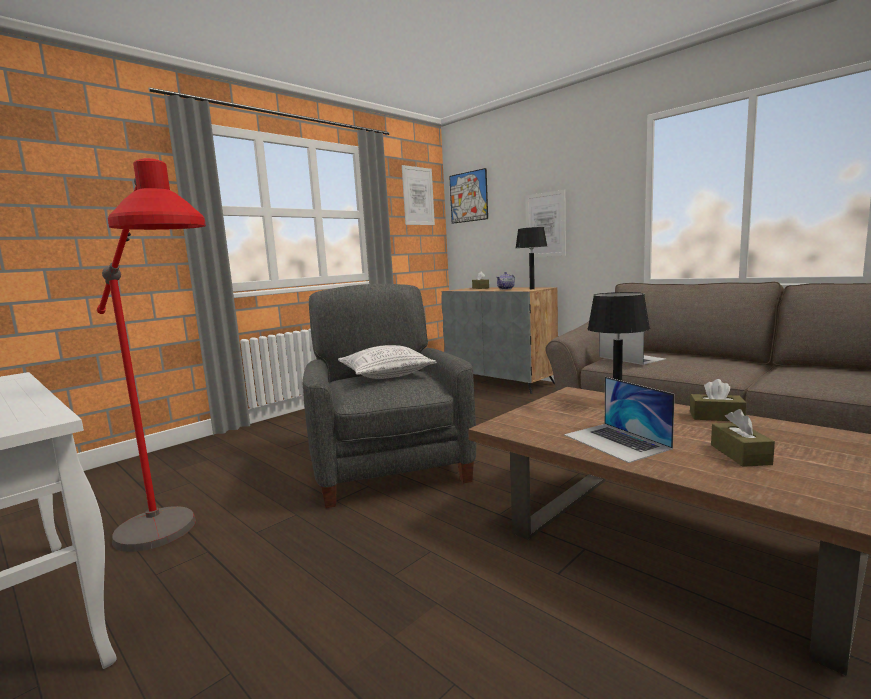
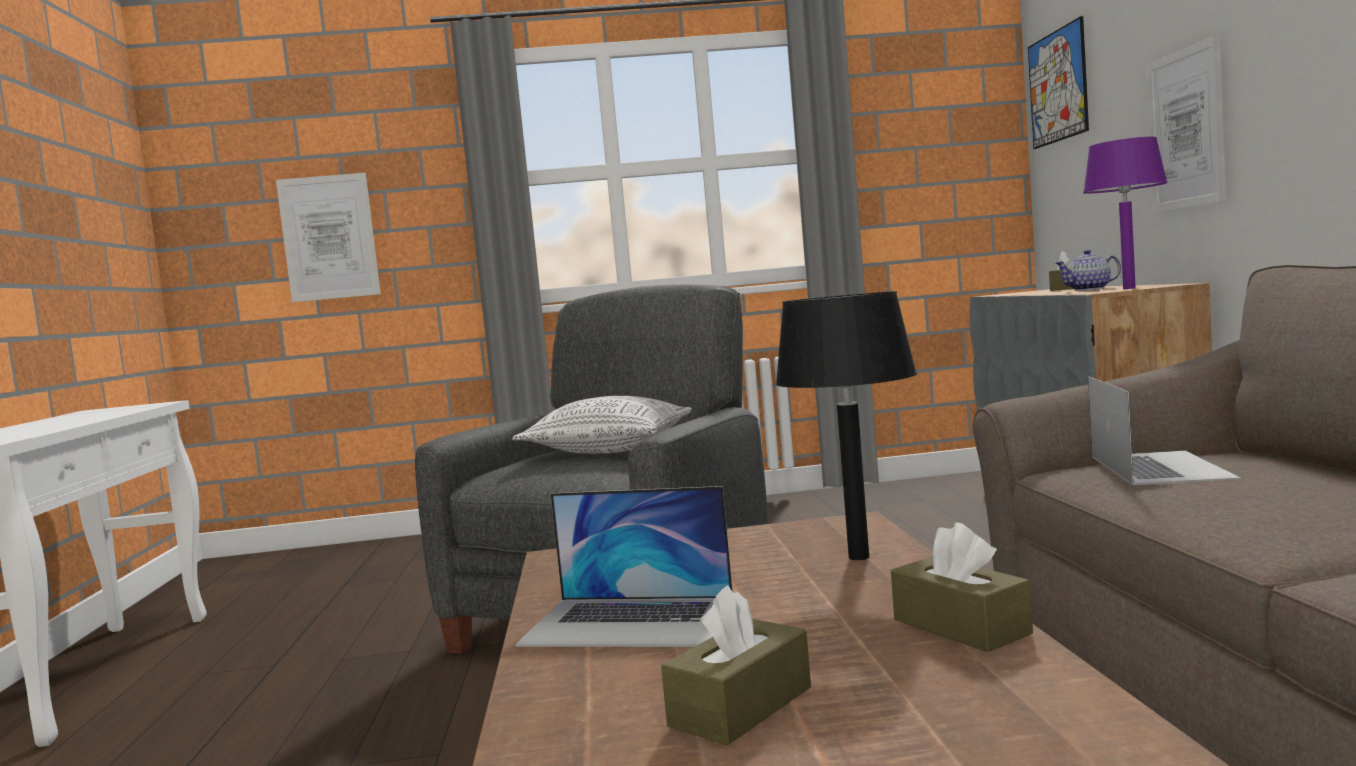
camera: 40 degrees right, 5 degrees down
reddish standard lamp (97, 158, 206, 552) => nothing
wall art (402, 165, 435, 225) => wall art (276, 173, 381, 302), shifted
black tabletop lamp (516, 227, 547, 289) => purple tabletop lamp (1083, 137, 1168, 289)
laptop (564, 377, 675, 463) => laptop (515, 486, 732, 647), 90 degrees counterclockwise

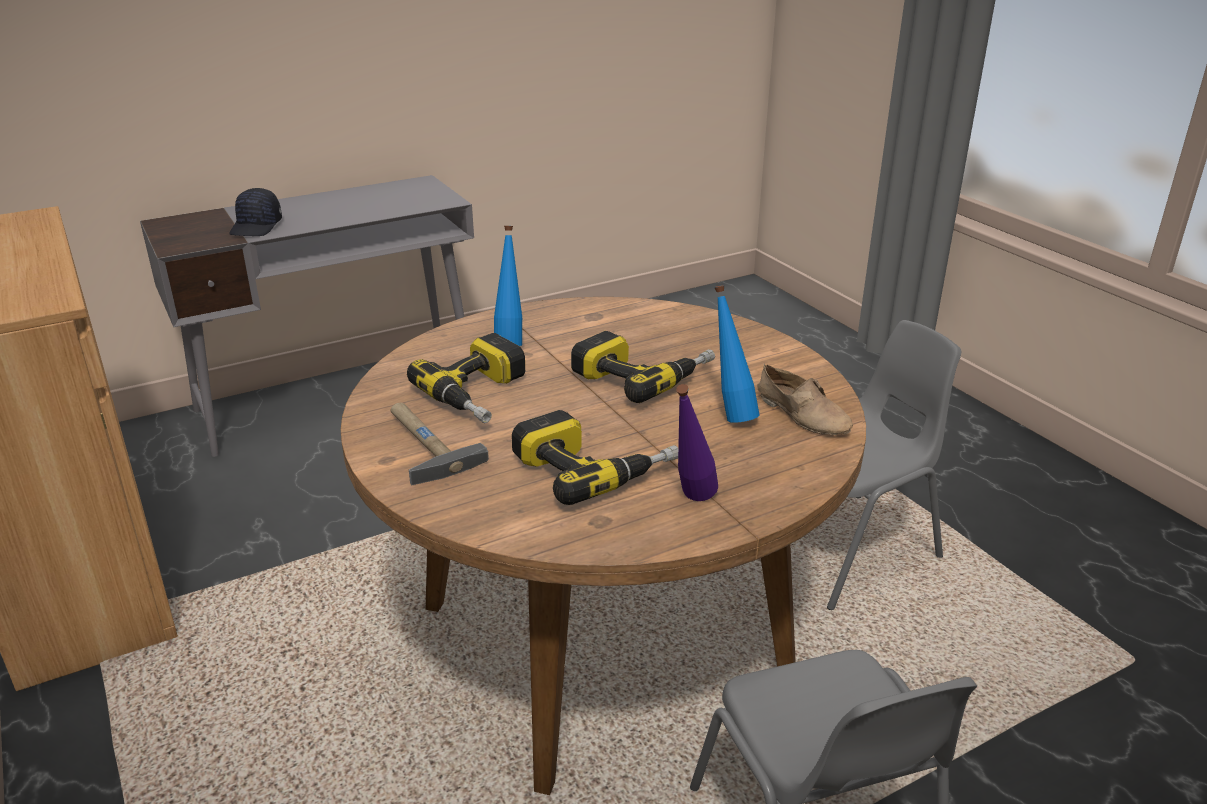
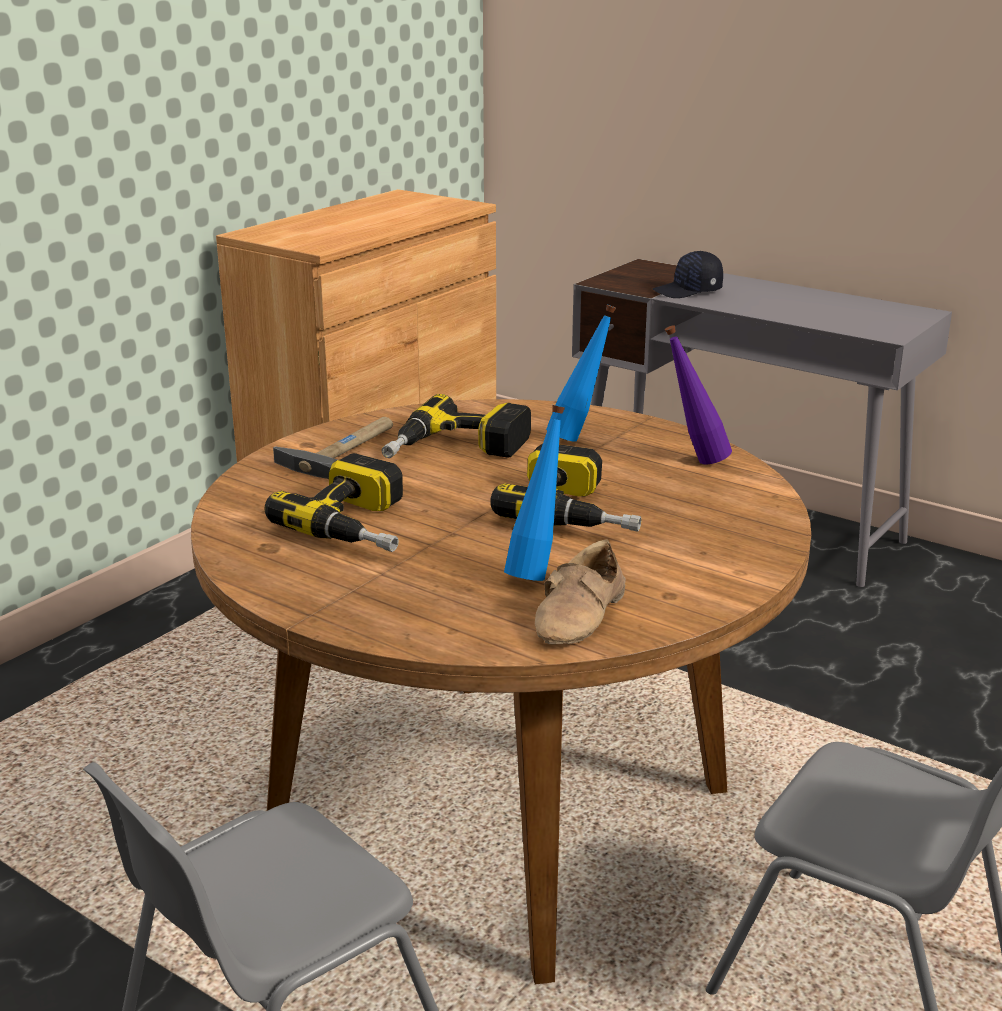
camera: 65 degrees right, 5 degrees down
purple bottle (676, 384, 718, 501) => purple bottle (665, 325, 732, 465), shifted

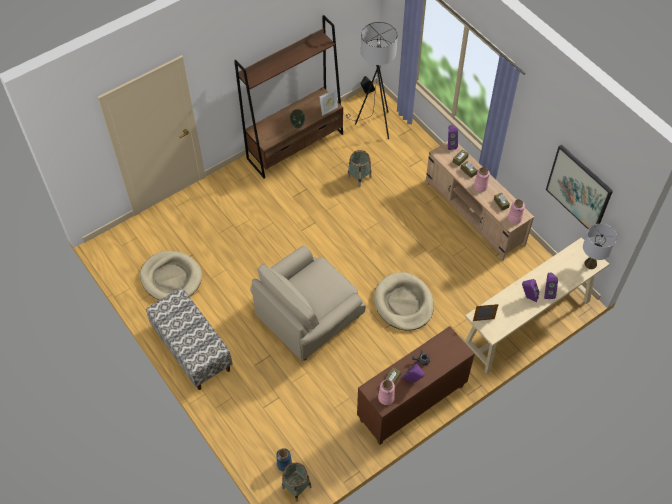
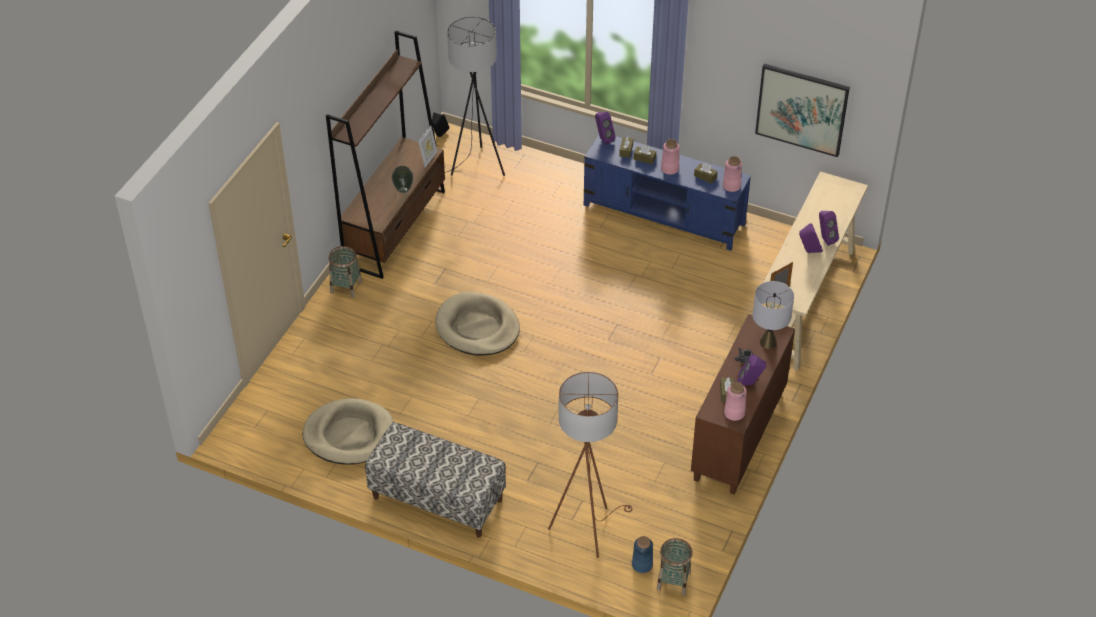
camera: 30 degrees left, 10 degrees down
sand-coloured lounge chair (250, 245, 366, 361) => nothing
nothing => brownish standard lamp (548, 372, 633, 558)
basket (347, 150, 372, 187) => basket (329, 246, 362, 298), shifted
sand-coloured pet bed (374, 272, 434, 331) => sand-coloured pet bed (435, 292, 520, 356), shifted
gray tabletop lamp (583, 224, 617, 269) => gray tabletop lamp (753, 281, 794, 349), shifted
sand-coloured tv stand (425, 141, 534, 261) => bluish tv stand (584, 135, 751, 251)

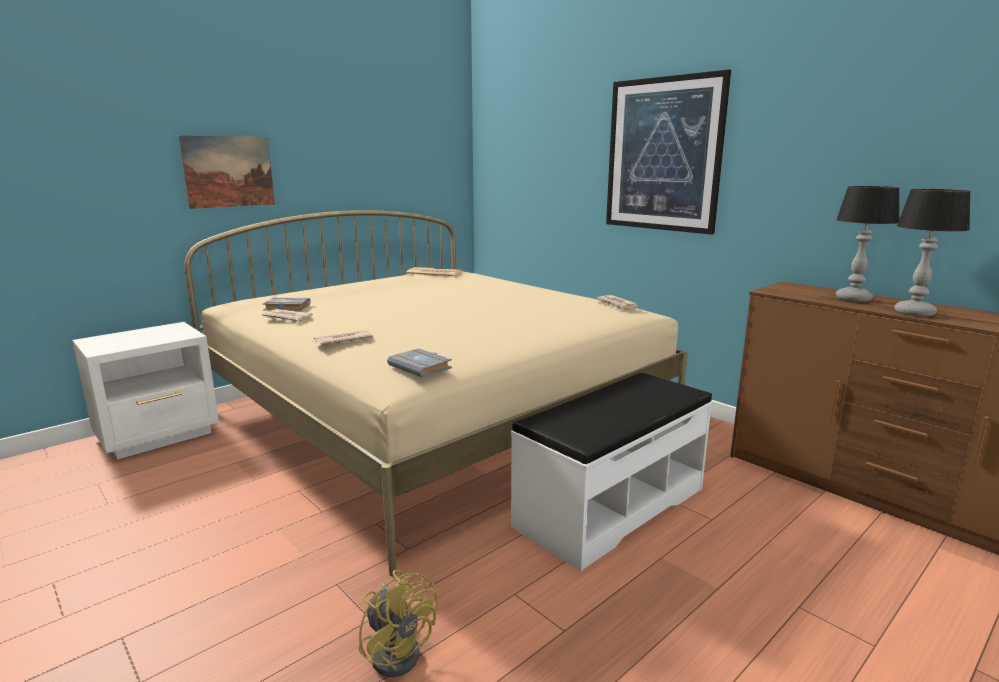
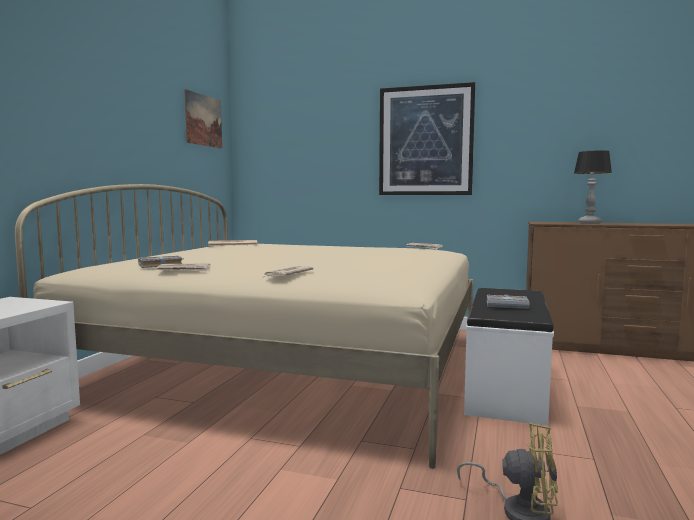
camera: 30 degrees left, 10 degrees down
tabletop lamp (894, 189, 971, 317) => nothing
wall art (179, 135, 275, 209) => wall art (184, 89, 222, 149), shifted
gray volume (387, 348, 452, 378) => gray volume (487, 295, 530, 309), shifted

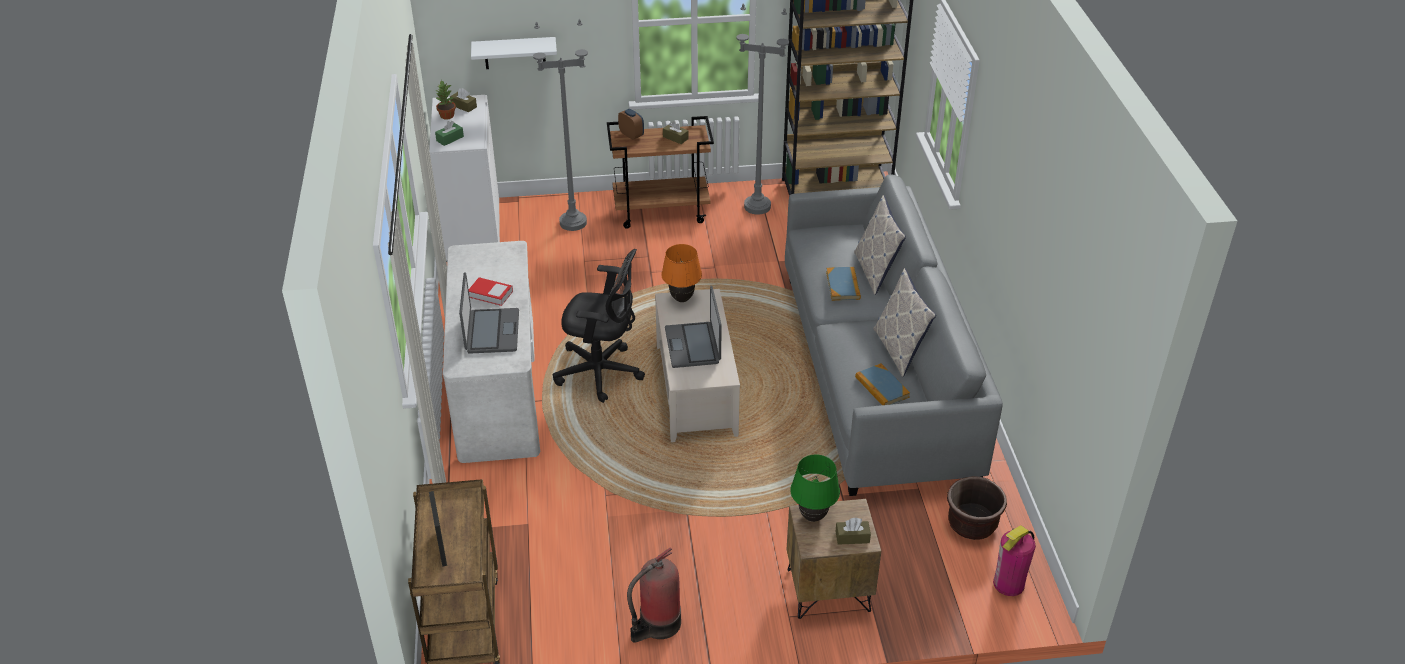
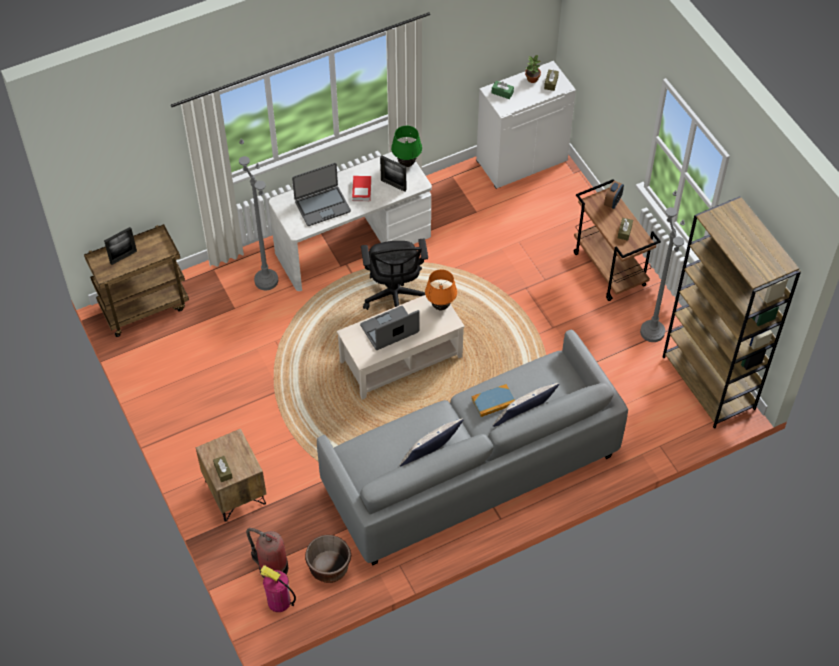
camera: 70 degrees right, 15 degrees up
white bracket shelf (471, 37, 557, 69) => nothing
volume (855, 363, 910, 405) => nothing
nothing => photo frame (380, 156, 406, 192)
gray standard lamp (533, 19, 588, 231) => gray standard lamp (239, 139, 278, 290), shifted
fire extinguisher (627, 547, 681, 643) => fire extinguisher (246, 528, 288, 578), shifted
green tabletop lamp (790, 454, 840, 522) => green tabletop lamp (391, 126, 422, 167), shifted

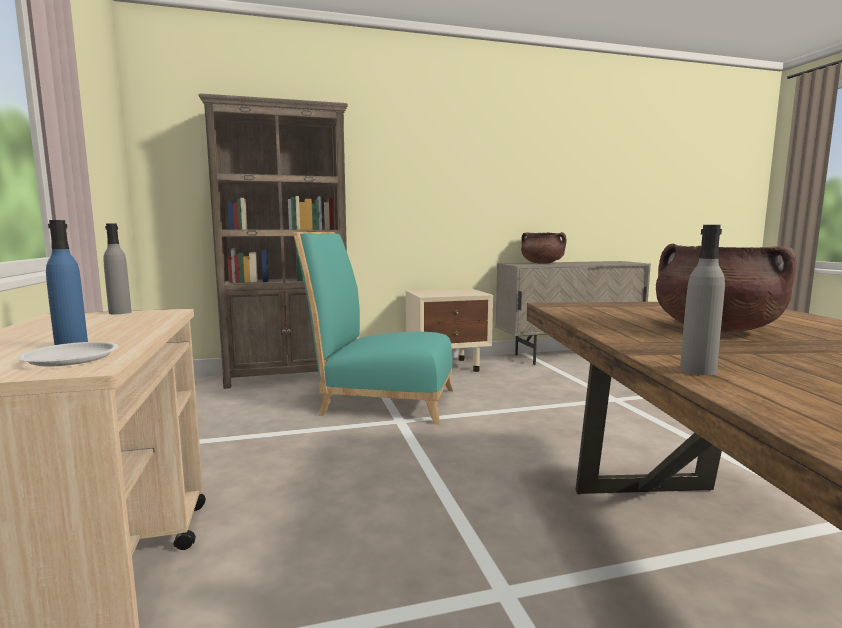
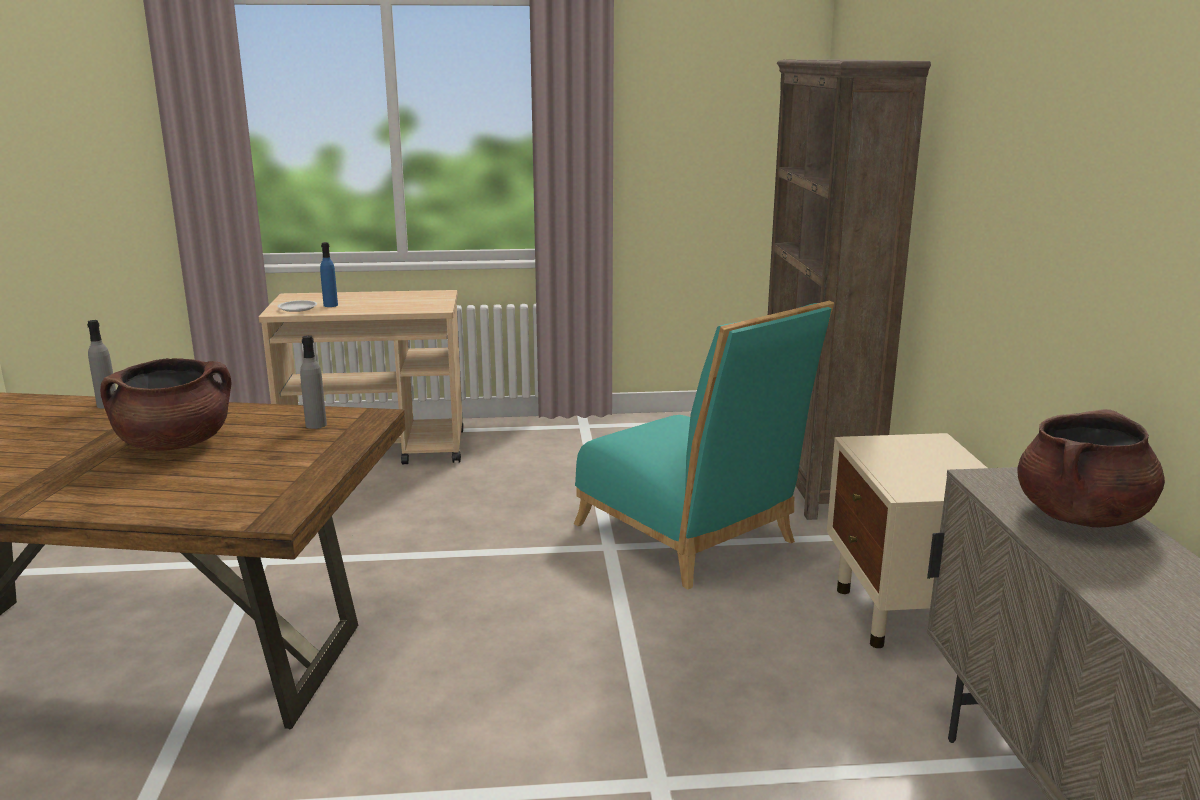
camera: 100 degrees right, 10 degrees up
gray bottle (103, 223, 132, 314) => gray bottle (300, 335, 327, 429), shifted
blue-green plain chair (293, 232, 454, 425) => blue-green plain chair (574, 301, 834, 590), 120 degrees clockwise

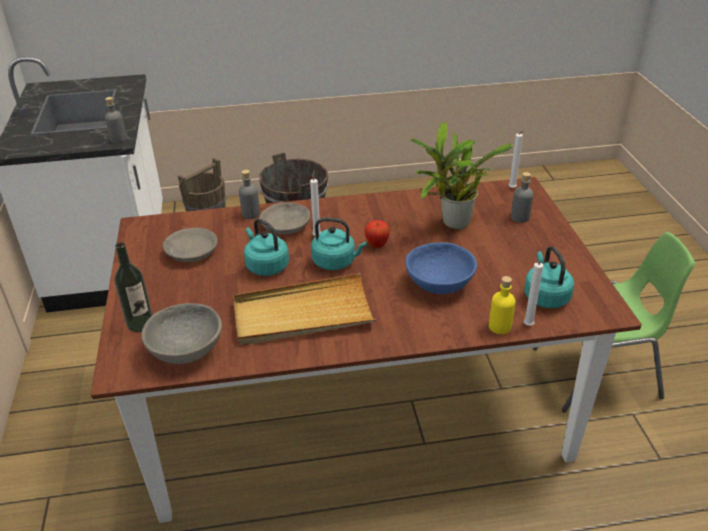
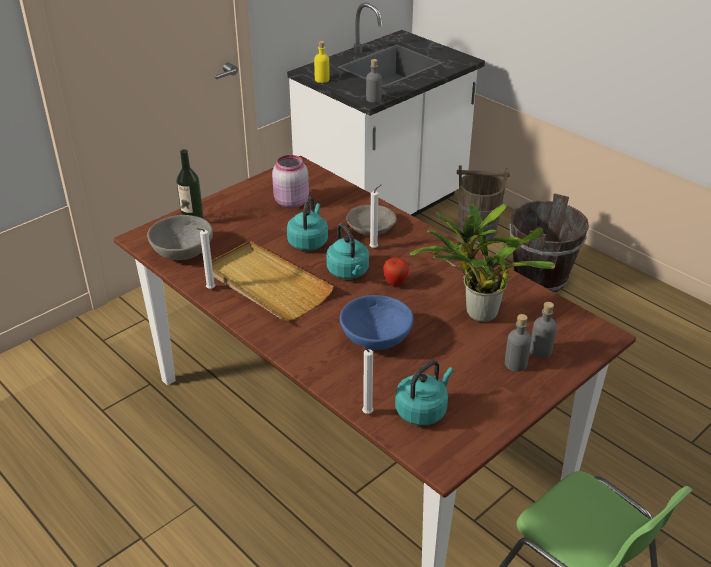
camera: 55 degrees right, 0 degrees up
gray bottle (239, 170, 260, 219) => gray bottle (505, 314, 531, 372), shifted
yellow-coloured bottle (489, 276, 516, 334) => yellow-coloured bottle (314, 41, 329, 83), shifted
white candle (509, 131, 524, 188) => white candle (197, 228, 215, 289), shifted
gray serving bowl (163, 228, 218, 262) => pink-coloured jar (272, 155, 309, 208)

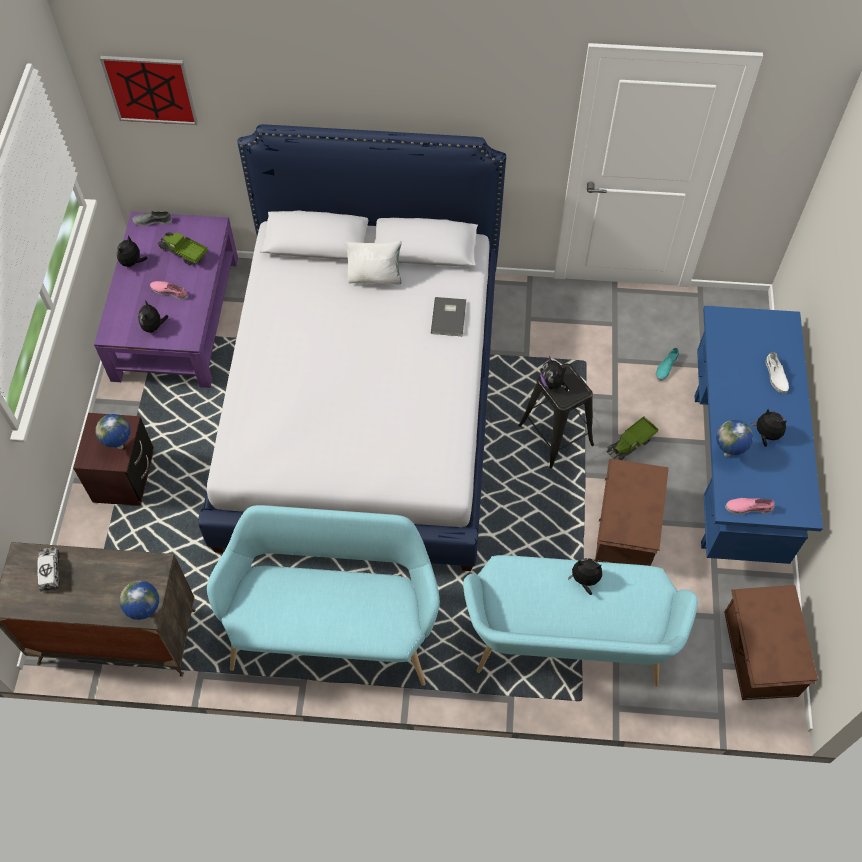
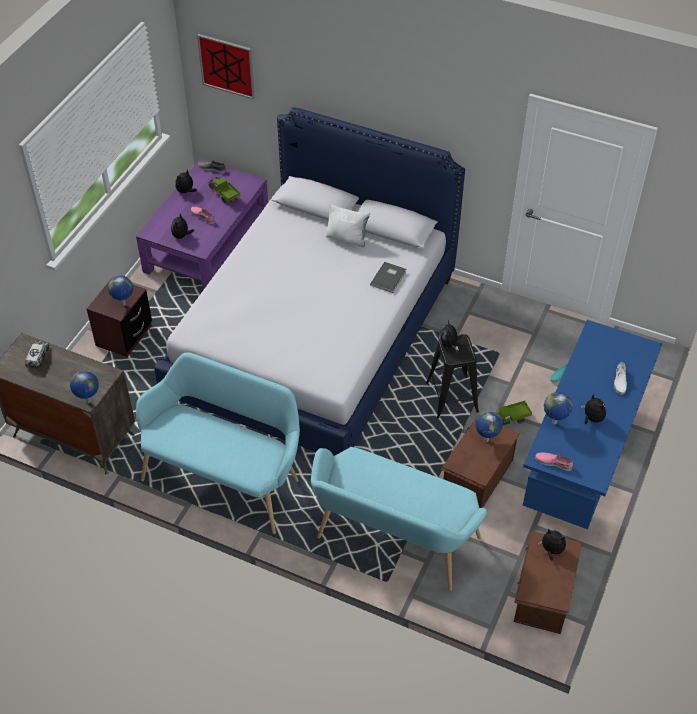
camera: 20 degrees right, 10 degrees down
nothing => world globe (475, 411, 503, 442)
soft toy (568, 558, 602, 595) => soft toy (538, 529, 566, 561), shifted

